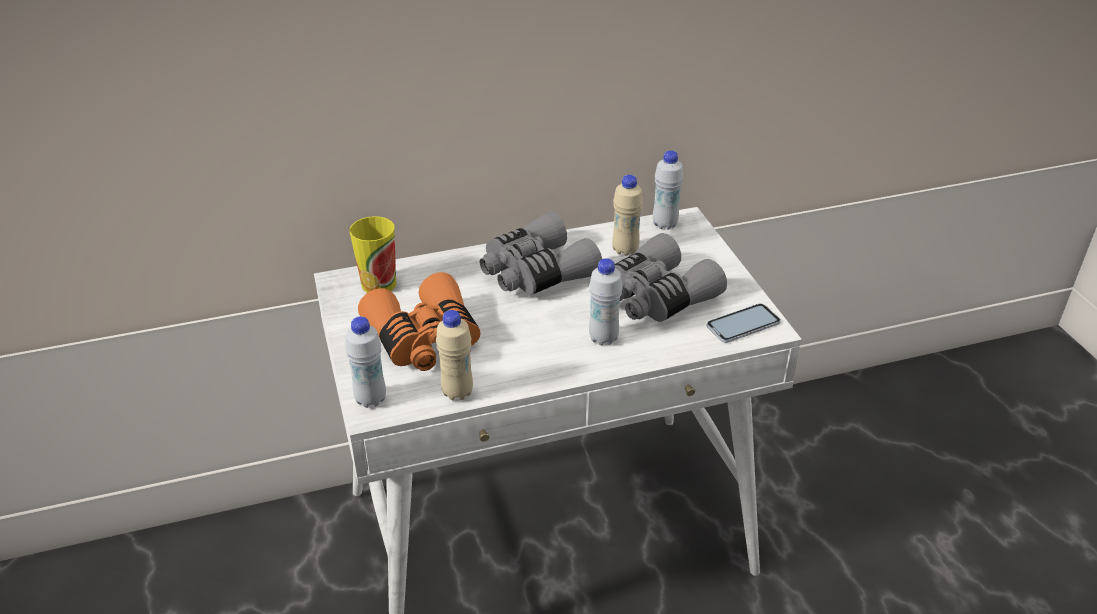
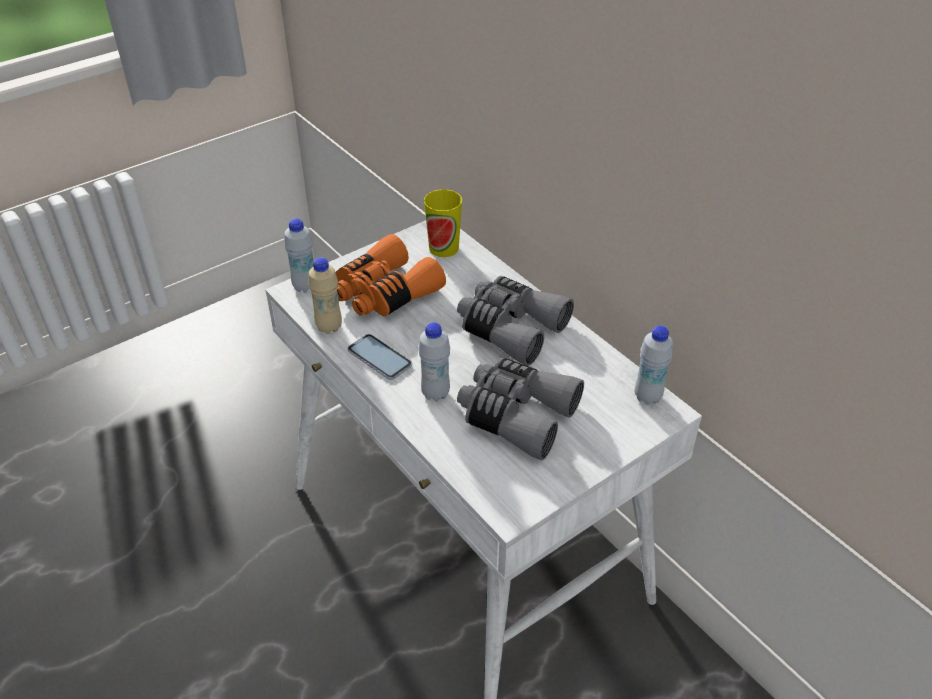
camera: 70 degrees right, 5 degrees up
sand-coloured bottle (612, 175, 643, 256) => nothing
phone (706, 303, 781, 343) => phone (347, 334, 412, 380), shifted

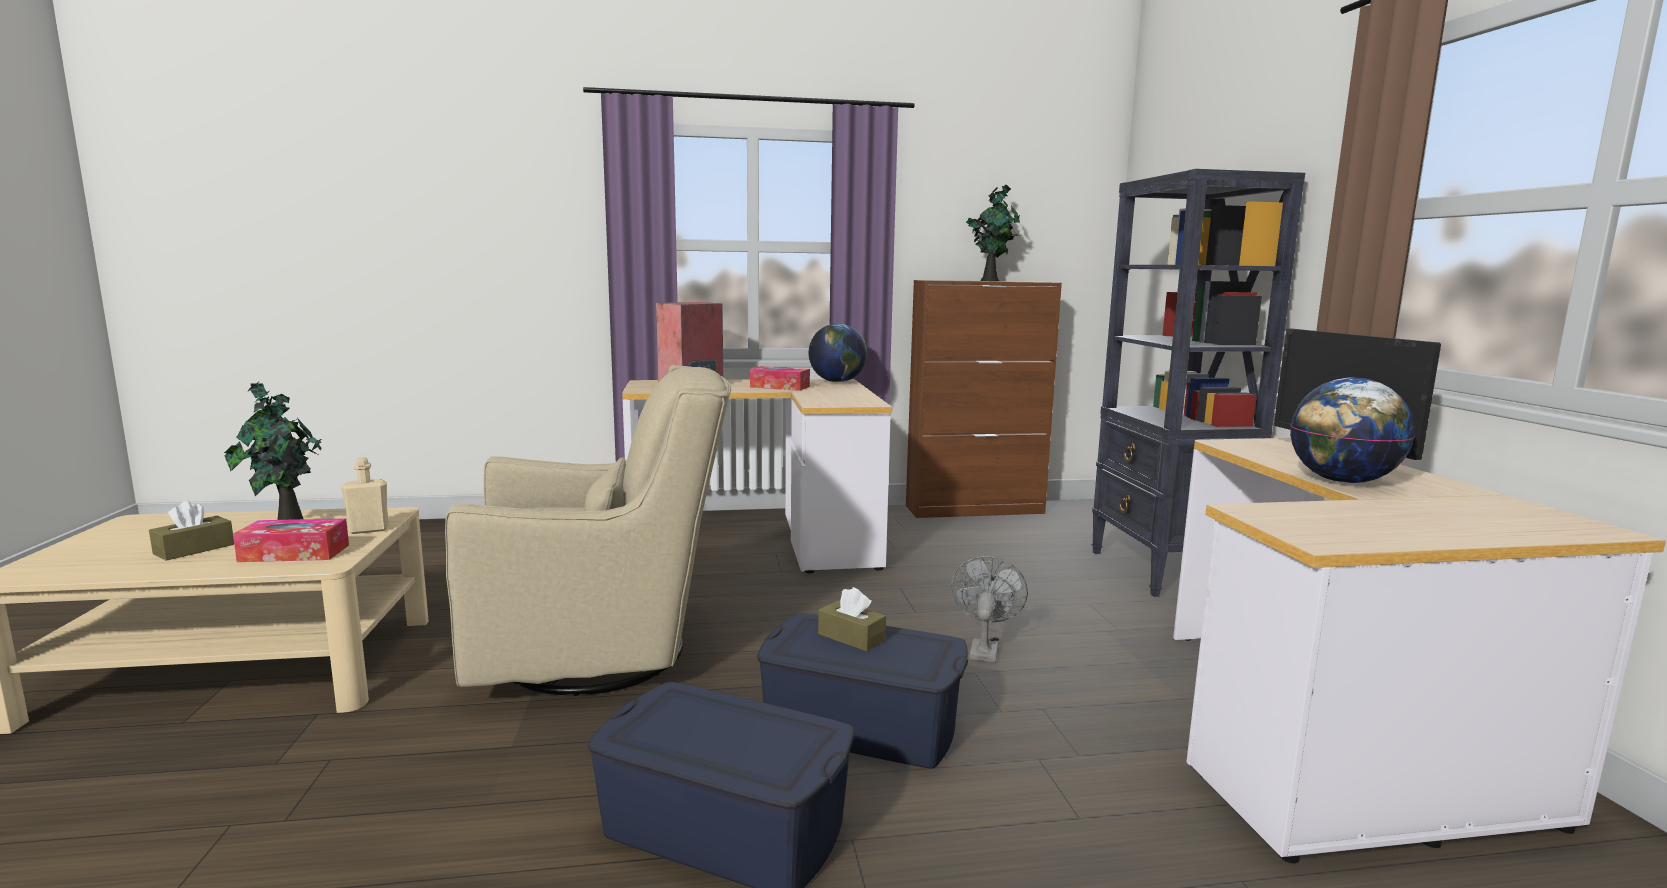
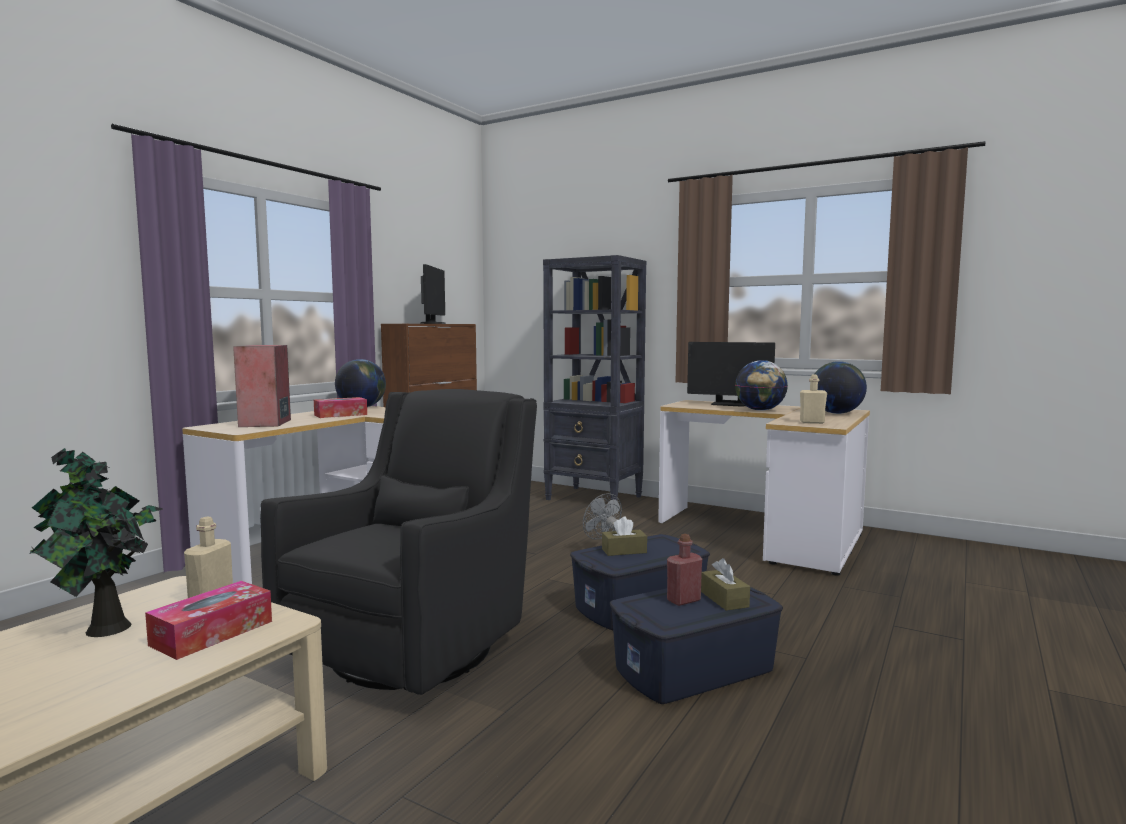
camera: 50 degrees left, 5 degrees down
nothing => reddish bottle (667, 534, 702, 606)
nothing => sand-coloured bottle (800, 375, 827, 424)
nothing => world globe (814, 361, 867, 414)
brownish tissue box (149, 500, 234, 561) => brownish tissue box (701, 558, 750, 611), shifted
plant in a pot (966, 185, 1020, 281) => computer display (420, 264, 446, 324)
sand-coloured lounge chair (445, 365, 731, 696) => black lounge chair (260, 389, 537, 695)

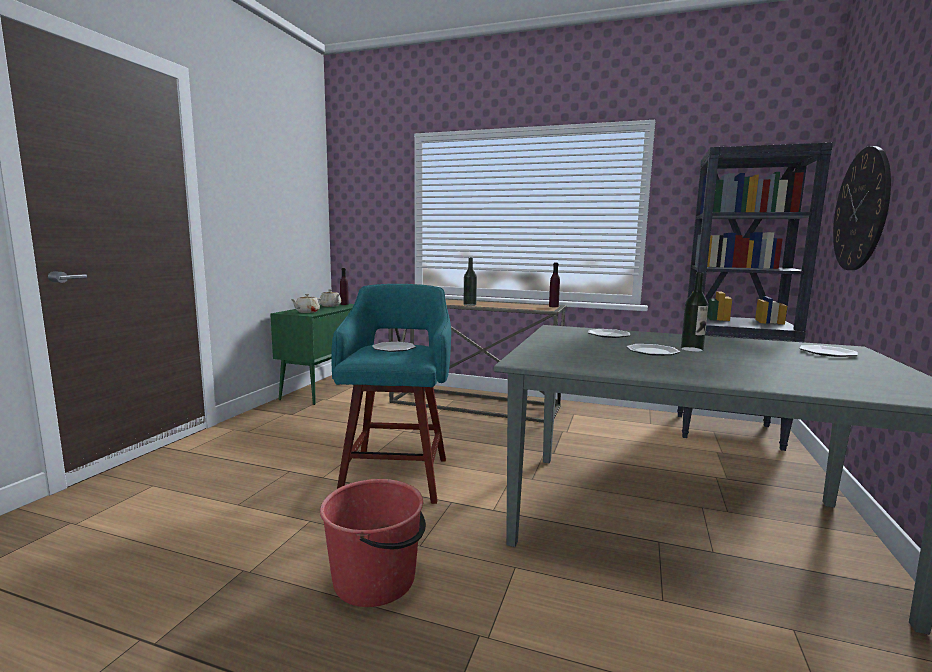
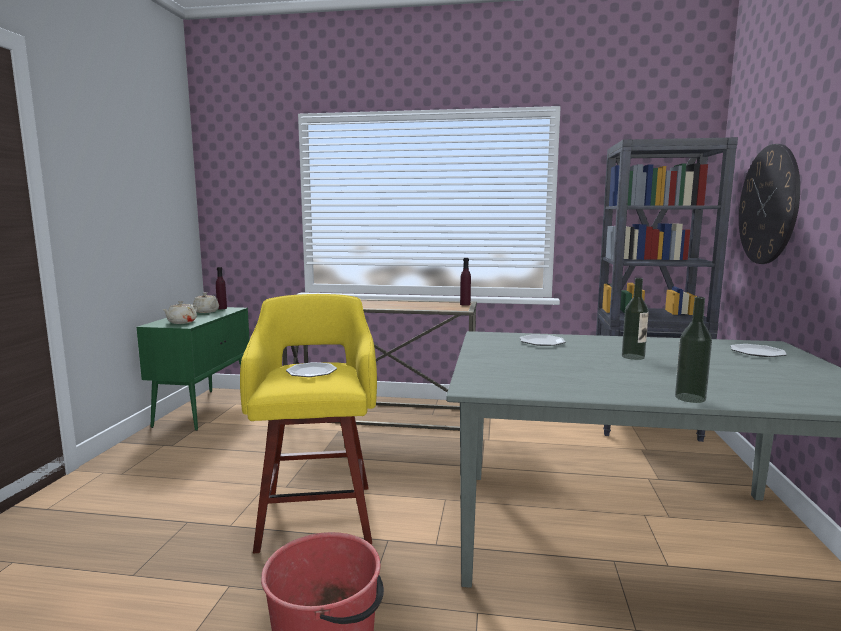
camera: 10 degrees left, 0 degrees up
plate (626, 344, 680, 356) => nothing
bottle (463, 257, 477, 306) => bottle (675, 297, 712, 403), shifted
blue-green stool seat (331, 284, 451, 504) => yellow-coloured stool seat (240, 294, 377, 553)

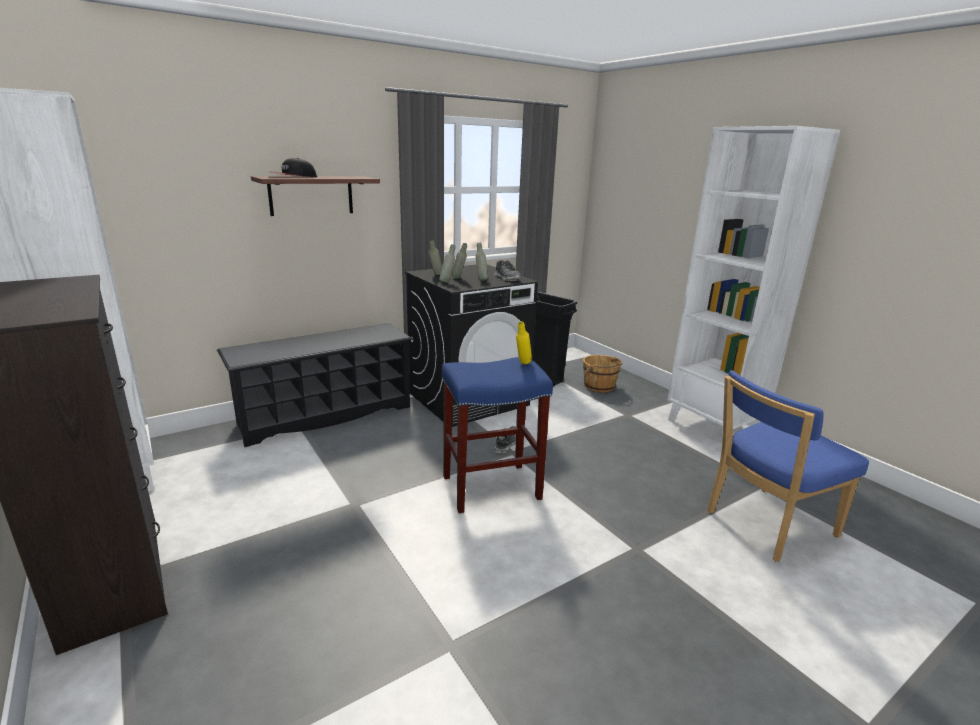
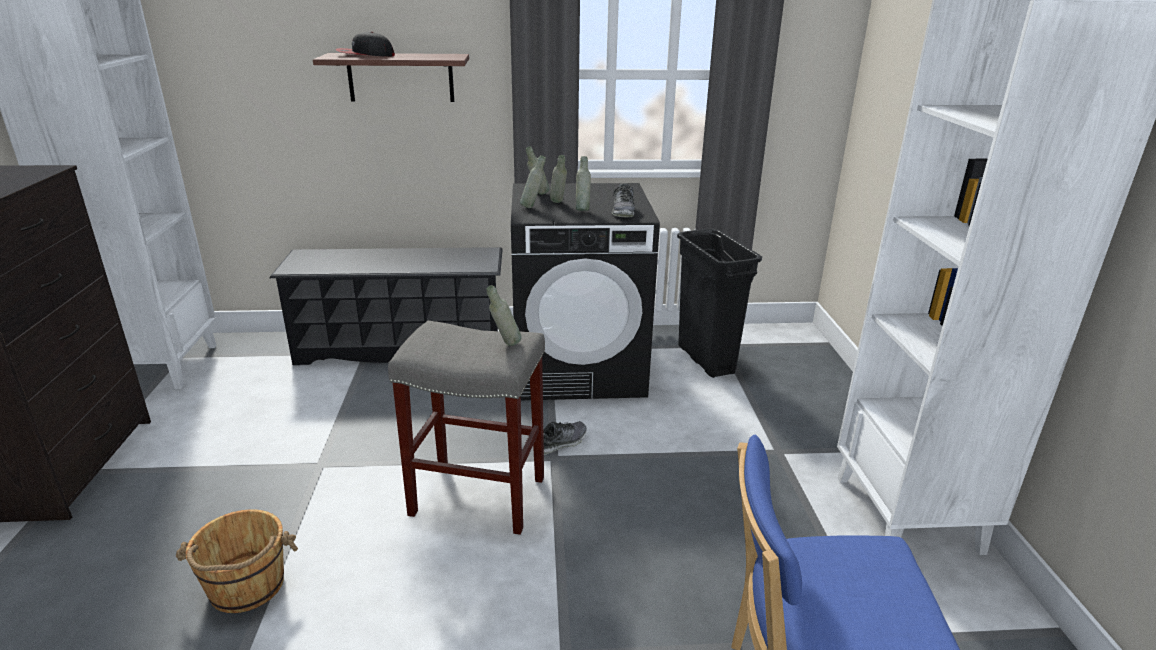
camera: 30 degrees right, 5 degrees up
brownish water bucket (583, 355, 623, 392) => brownish water bucket (176, 509, 298, 613), shifted
bluish stool seat (442, 357, 553, 513) => gray stool seat (388, 321, 545, 535)
yellow-coloured bottle (516, 321, 532, 364) => gray bottle (486, 285, 521, 346)

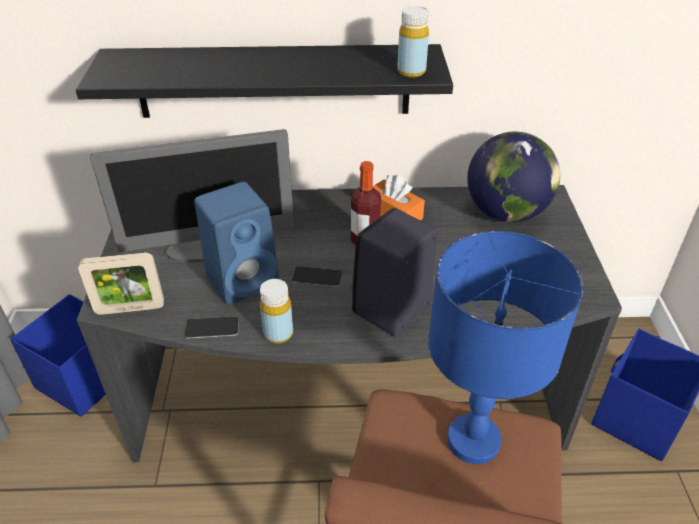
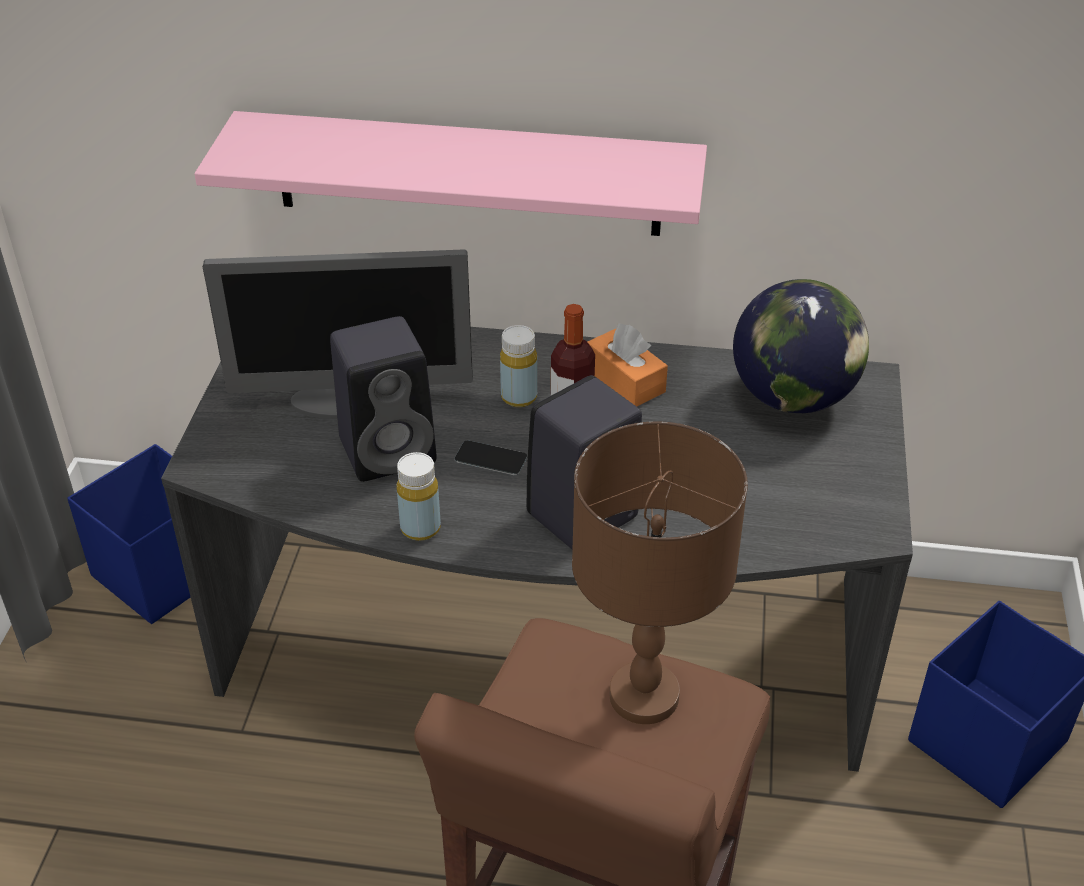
camera: 10 degrees right, 0 degrees up
photo frame (78, 253, 164, 315) => nothing
phone (185, 316, 239, 339) => nothing
yellow-coloured bottle (397, 6, 429, 78) => yellow-coloured bottle (500, 325, 537, 407), shifted
black bracket shelf (76, 44, 453, 118) => pink-coloured bracket shelf (195, 111, 707, 236)
bluish audio speaker (194, 182, 279, 305) => black audio speaker (330, 316, 437, 482)
bluish tabletop lamp (428, 231, 583, 464) => brownish tabletop lamp (572, 421, 748, 724)

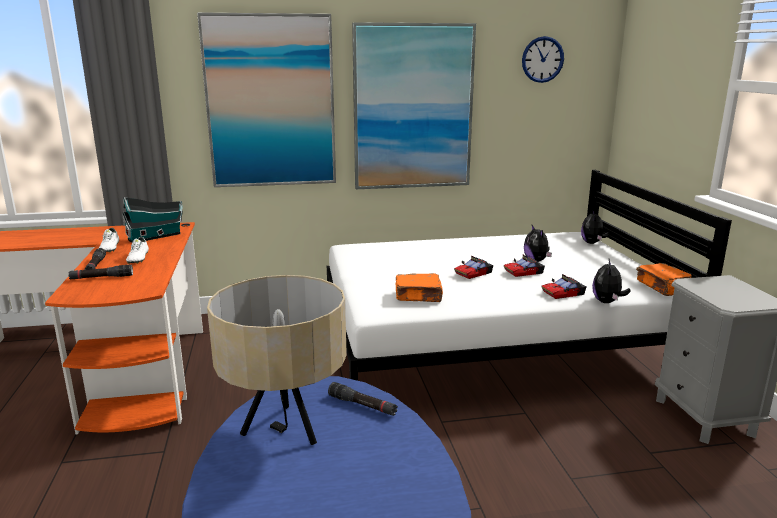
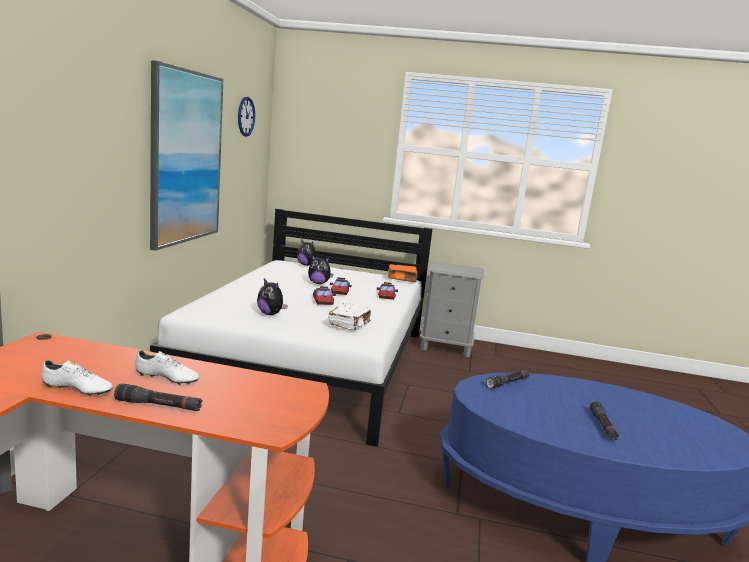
camera: 70 degrees left, 5 degrees down
toy house (122, 197, 183, 243) => nothing
wall art (197, 12, 336, 187) => nothing
sand-coloured tabletop lamp (207, 275, 347, 445) => nothing
black torch (68, 265, 133, 279) => black torch (590, 401, 619, 441), shifted
soft toy (592, 259, 631, 303) => soft toy (257, 278, 288, 315), shifted
orangey volume (395, 273, 443, 302) => white volume (329, 303, 371, 330)

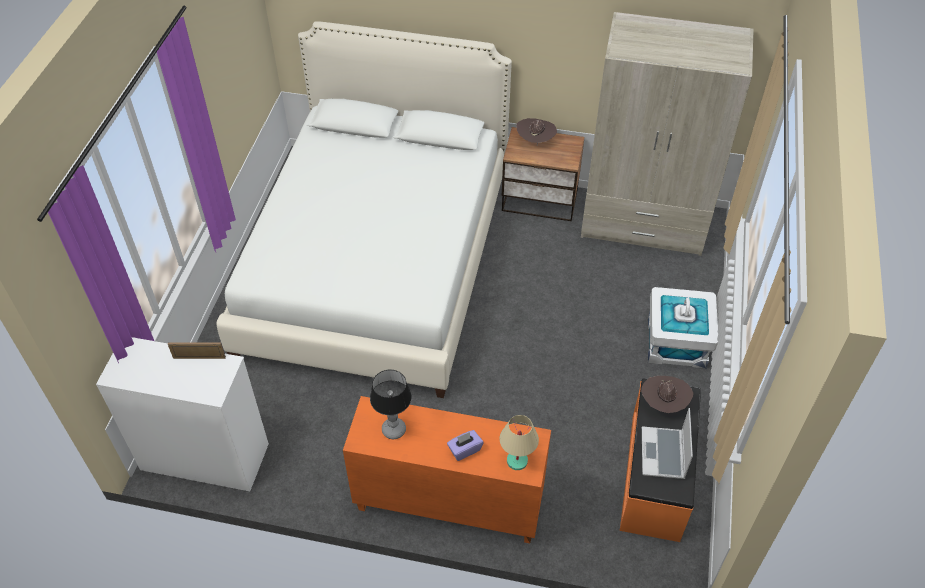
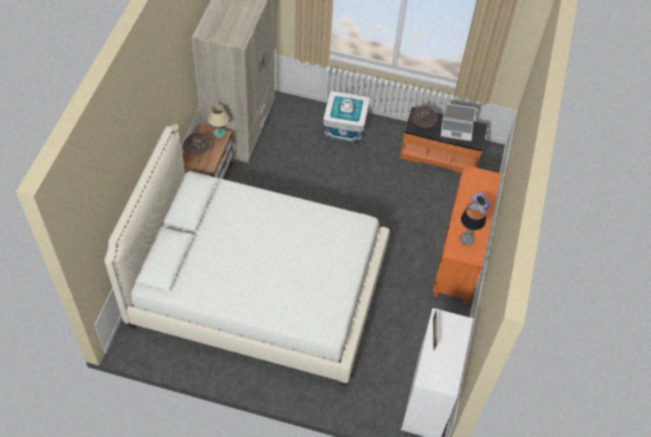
camera: 90 degrees left, 5 degrees up
sand-coloured tabletop lamp (499, 415, 539, 470) => sand-coloured tabletop lamp (208, 105, 229, 138), shifted

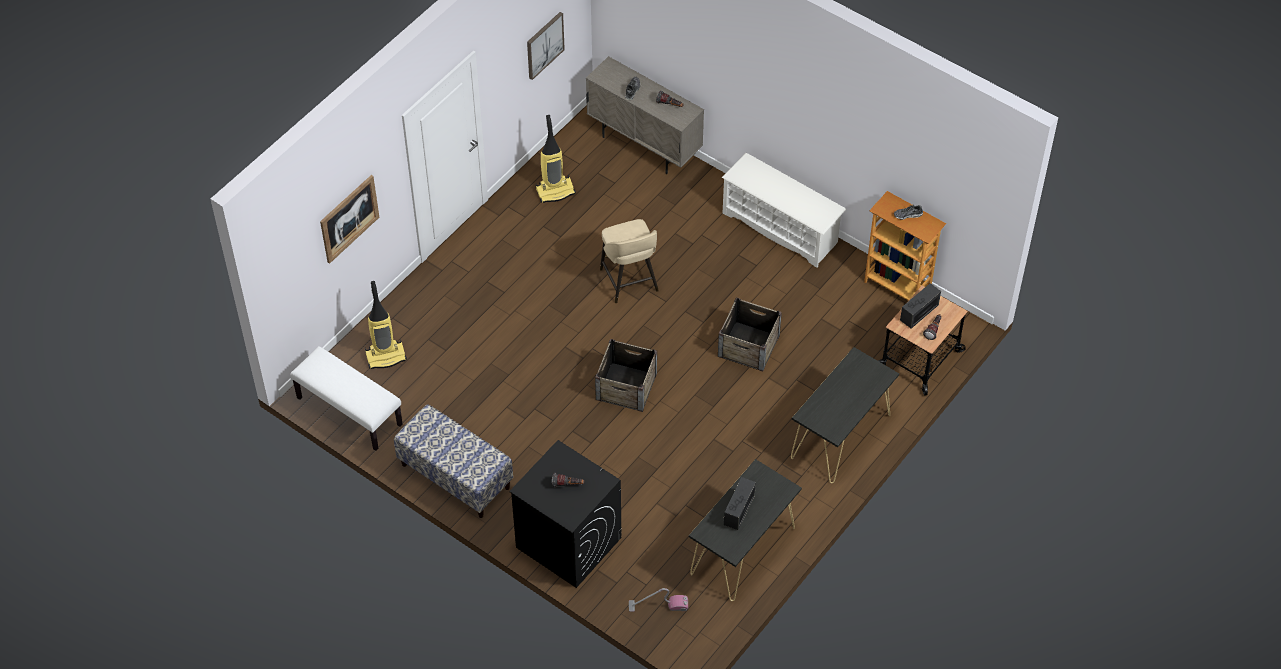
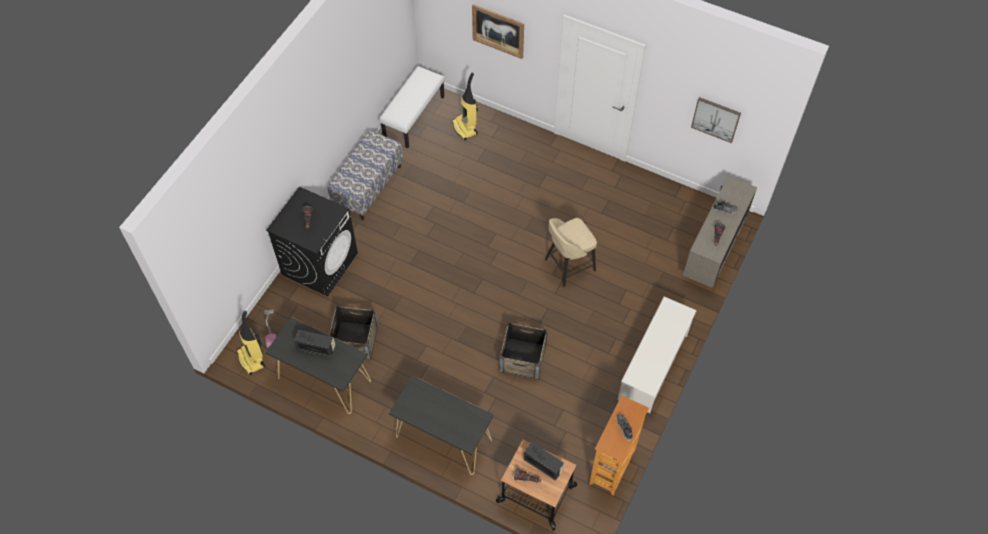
camera: 80 degrees right, 5 degrees up
vacuum (536, 115, 576, 203) => vacuum (237, 310, 265, 375), shifted
packing crate (595, 339, 657, 412) => packing crate (329, 305, 378, 360), shifted

